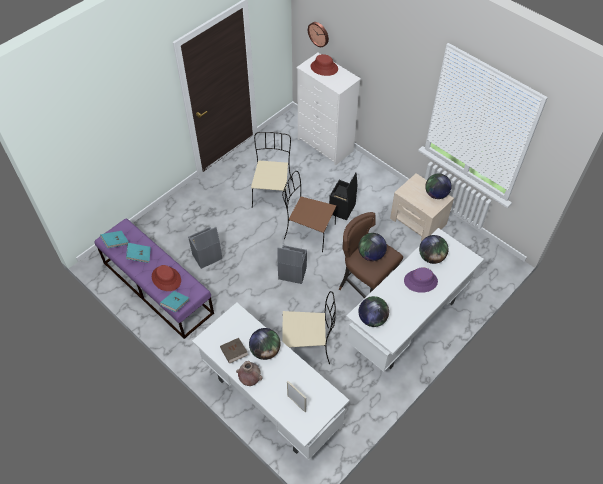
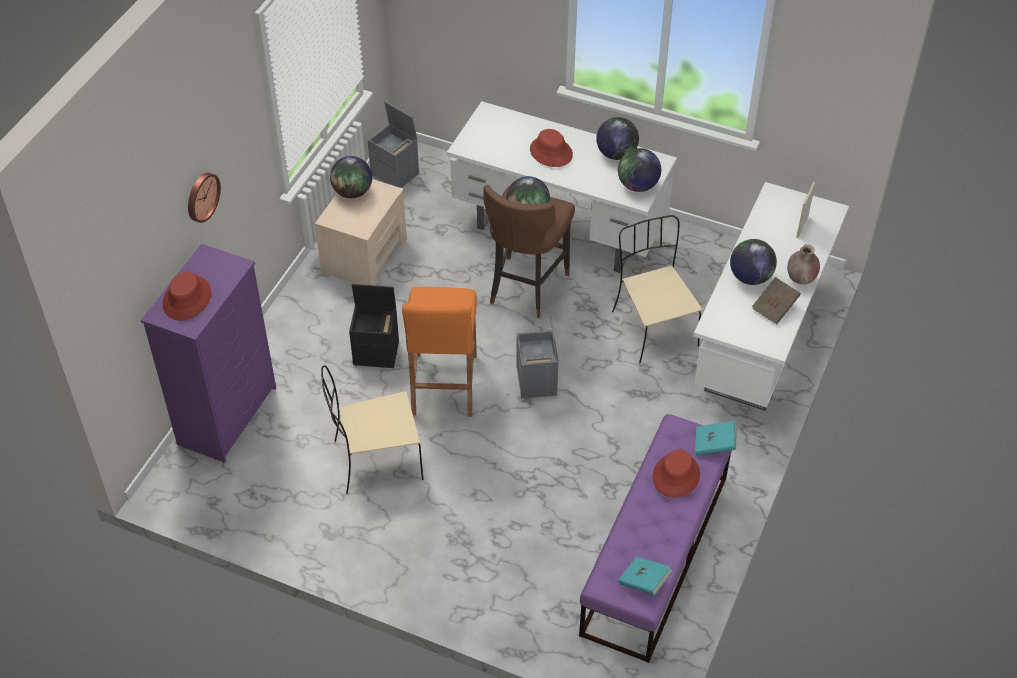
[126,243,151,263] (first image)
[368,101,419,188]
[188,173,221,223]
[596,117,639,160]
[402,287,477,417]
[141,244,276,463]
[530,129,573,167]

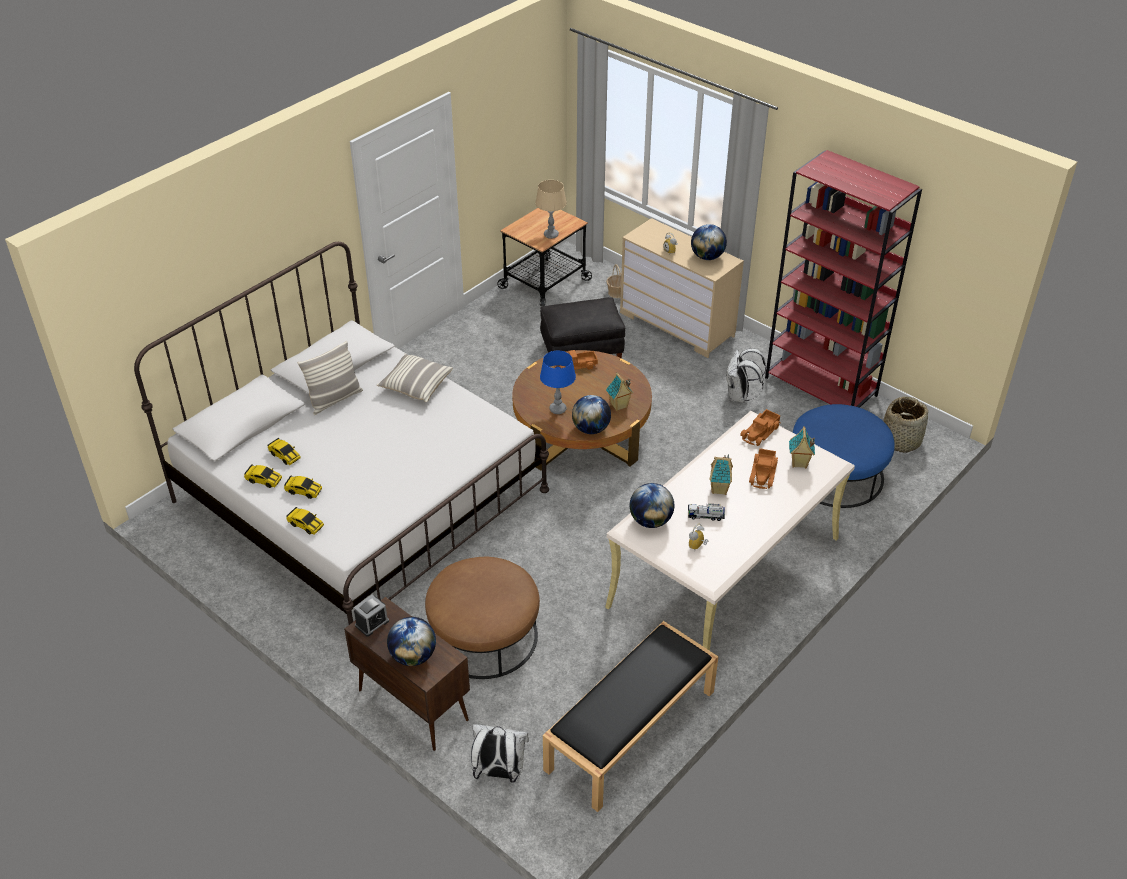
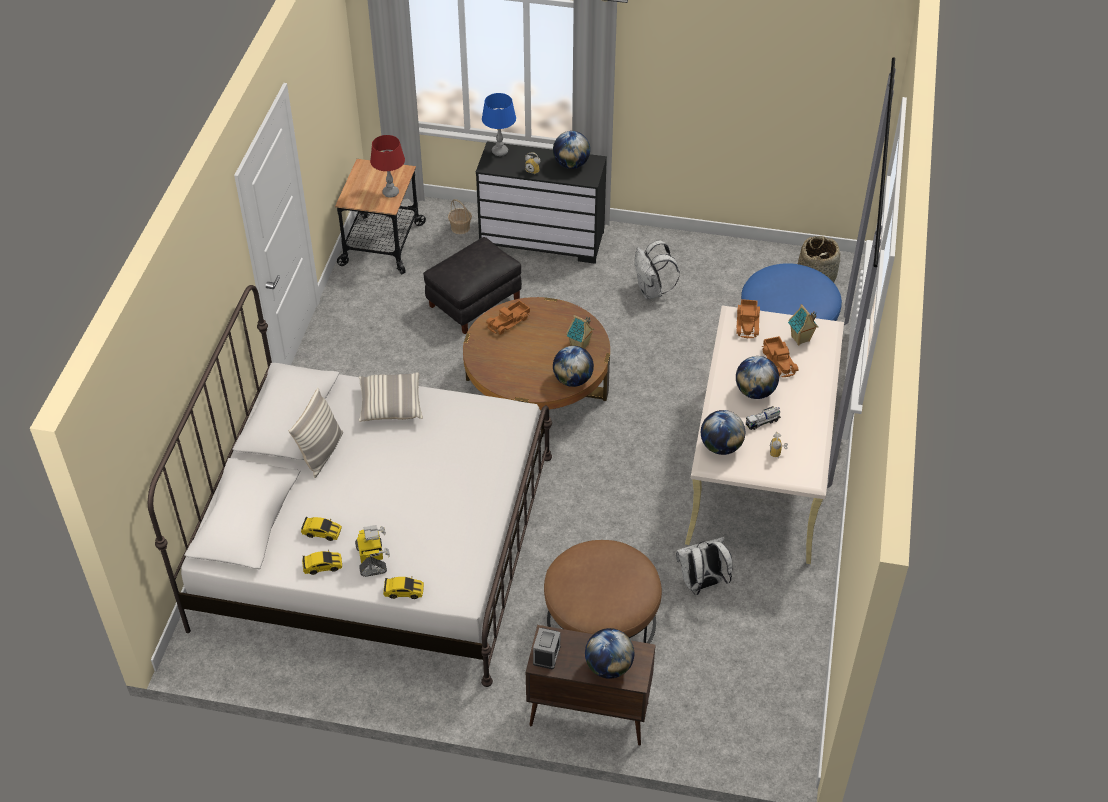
[543,621,719,812] (first image)
[765,150,922,408] (first image)
[676,537,733,595]
[482,93,516,156]
[355,525,390,577]
[736,356,779,399]
[370,135,405,198]
[476,141,607,264]

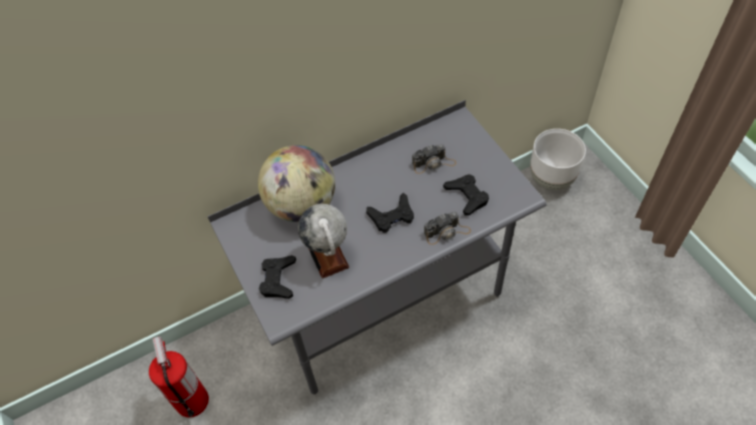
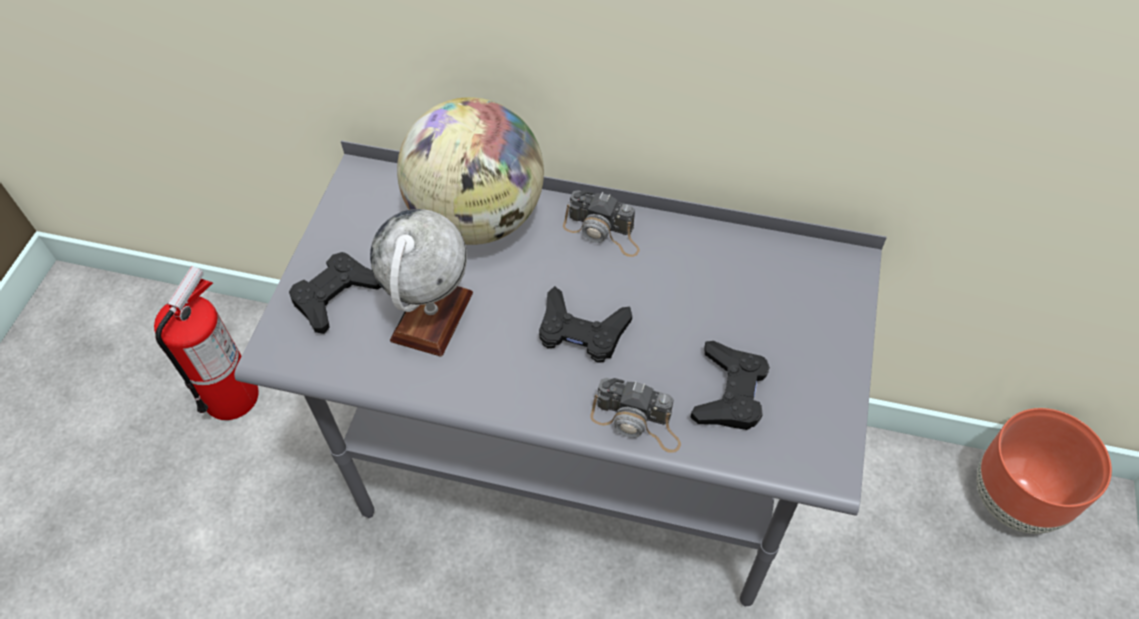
[563,190,640,257]
[977,408,1112,534]

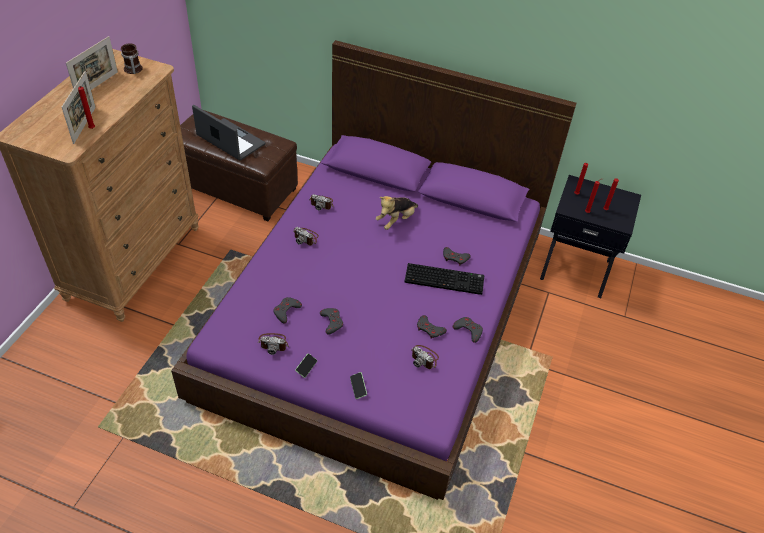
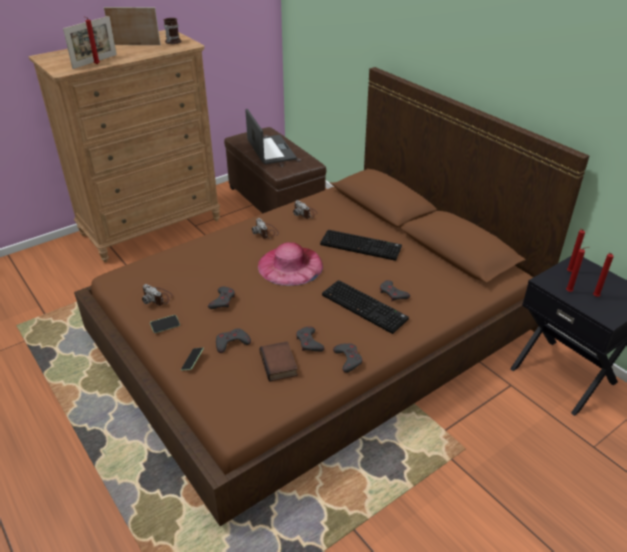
[258,242,323,286]
[216,329,251,353]
[320,230,402,261]
[259,341,298,382]
[74,67,589,526]
[104,7,161,45]

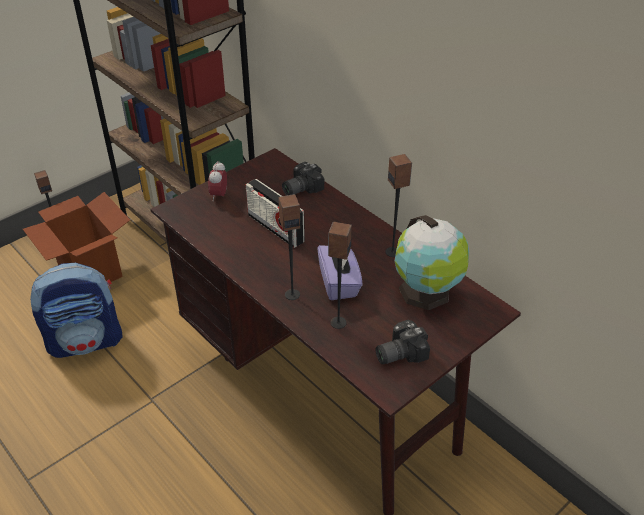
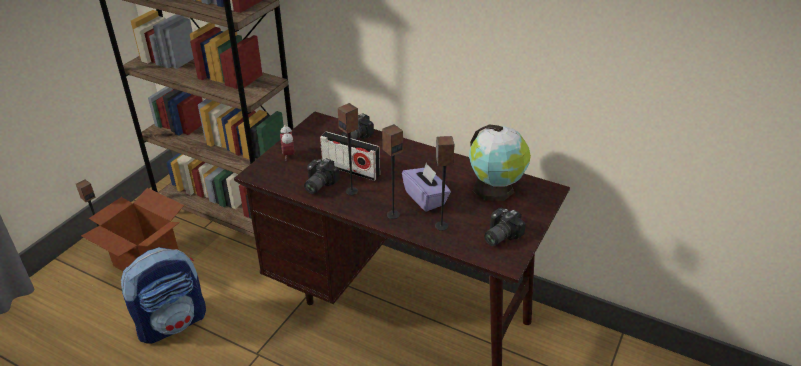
[304,158,340,194]
[338,103,359,195]

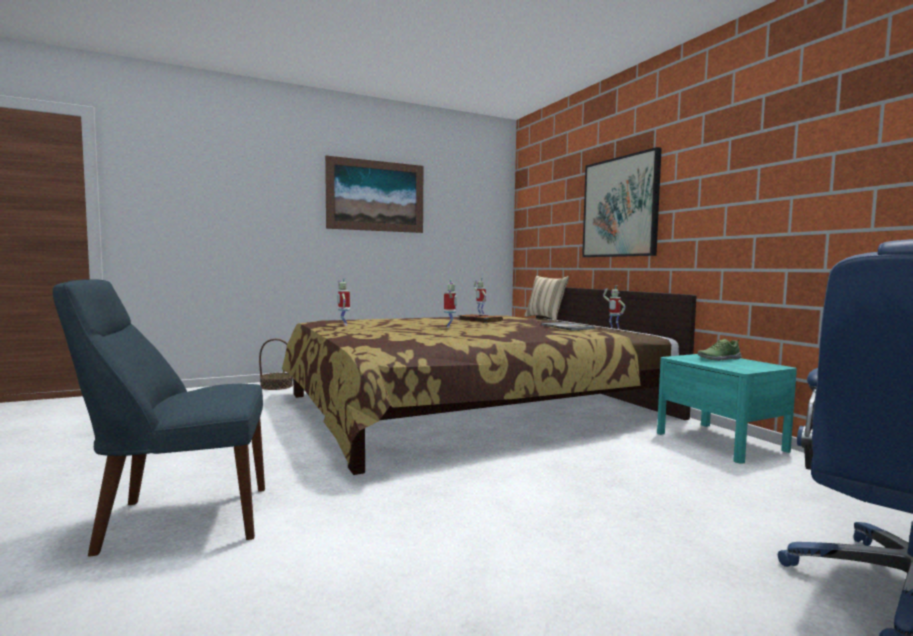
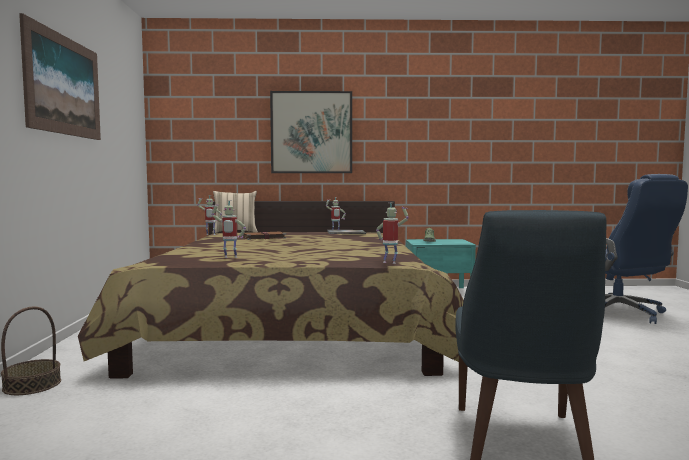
[376,202,409,264]

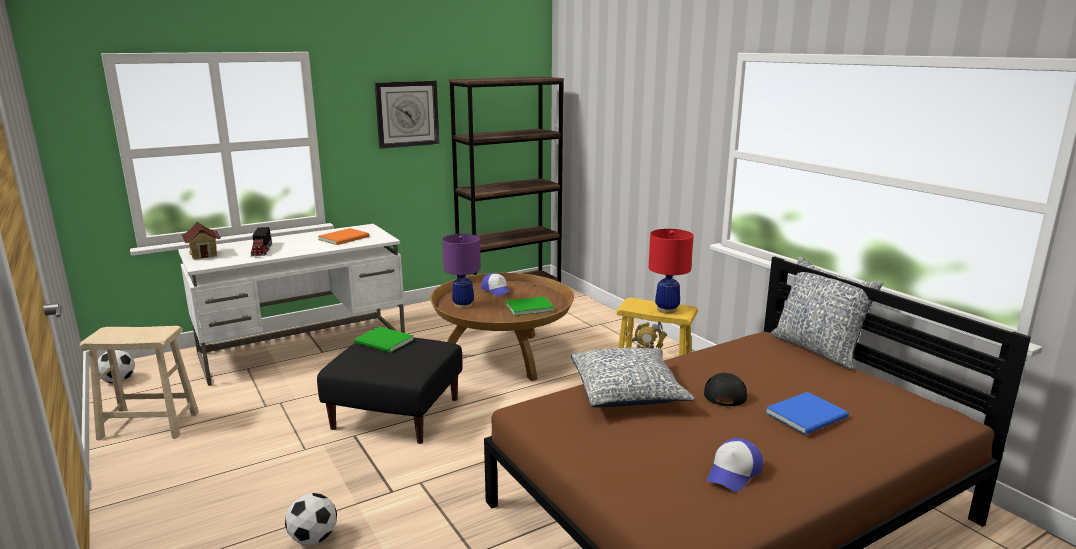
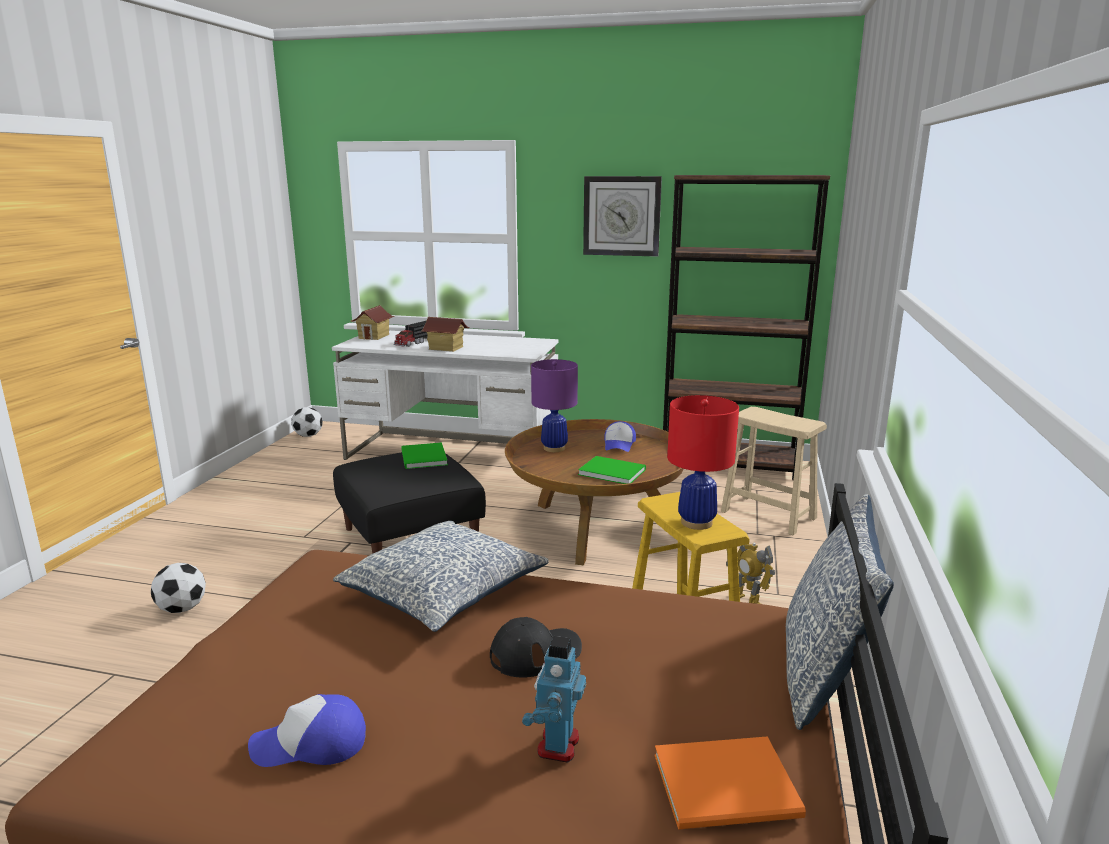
[422,317,469,352]
[721,407,827,535]
[655,736,806,830]
[522,636,586,763]

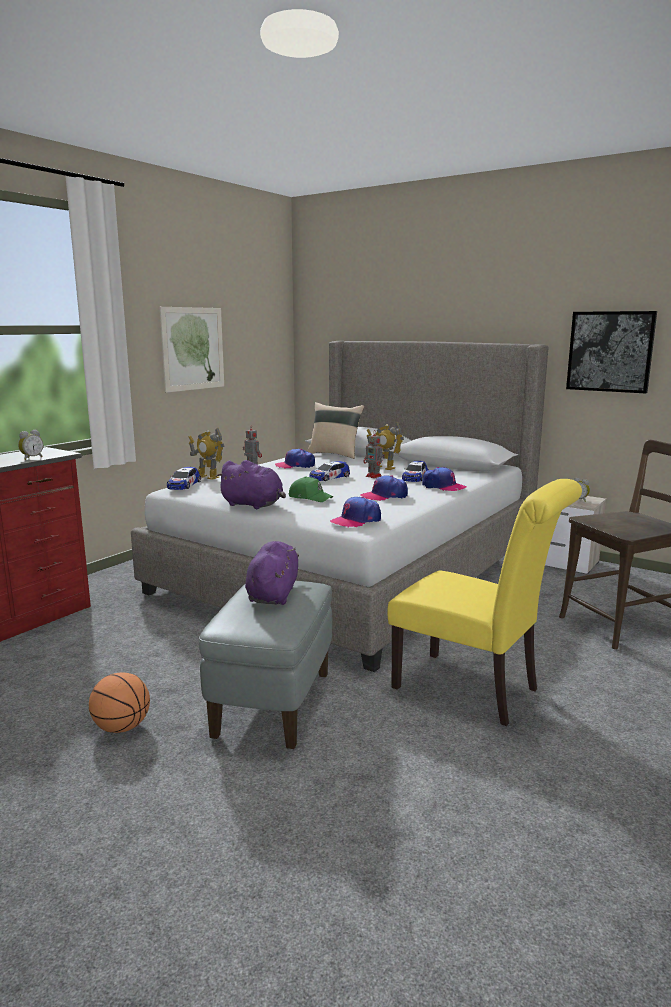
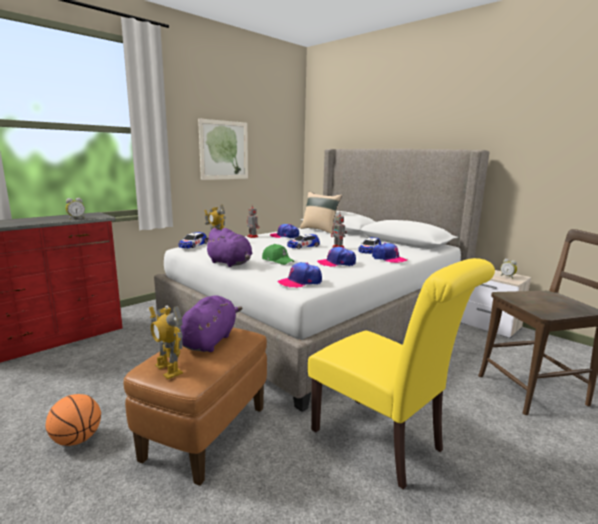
[566,311,657,393] (first image)
[149,306,183,379]
[123,328,267,486]

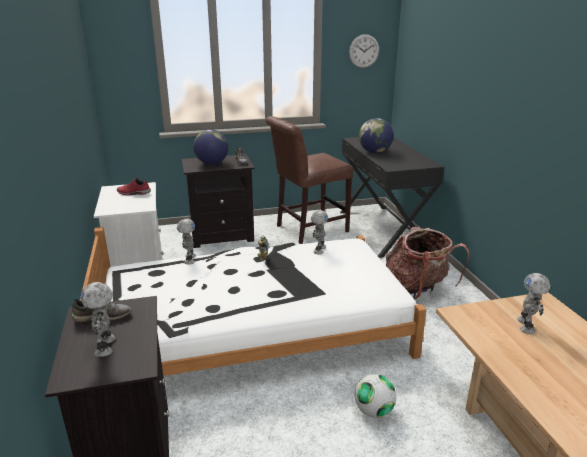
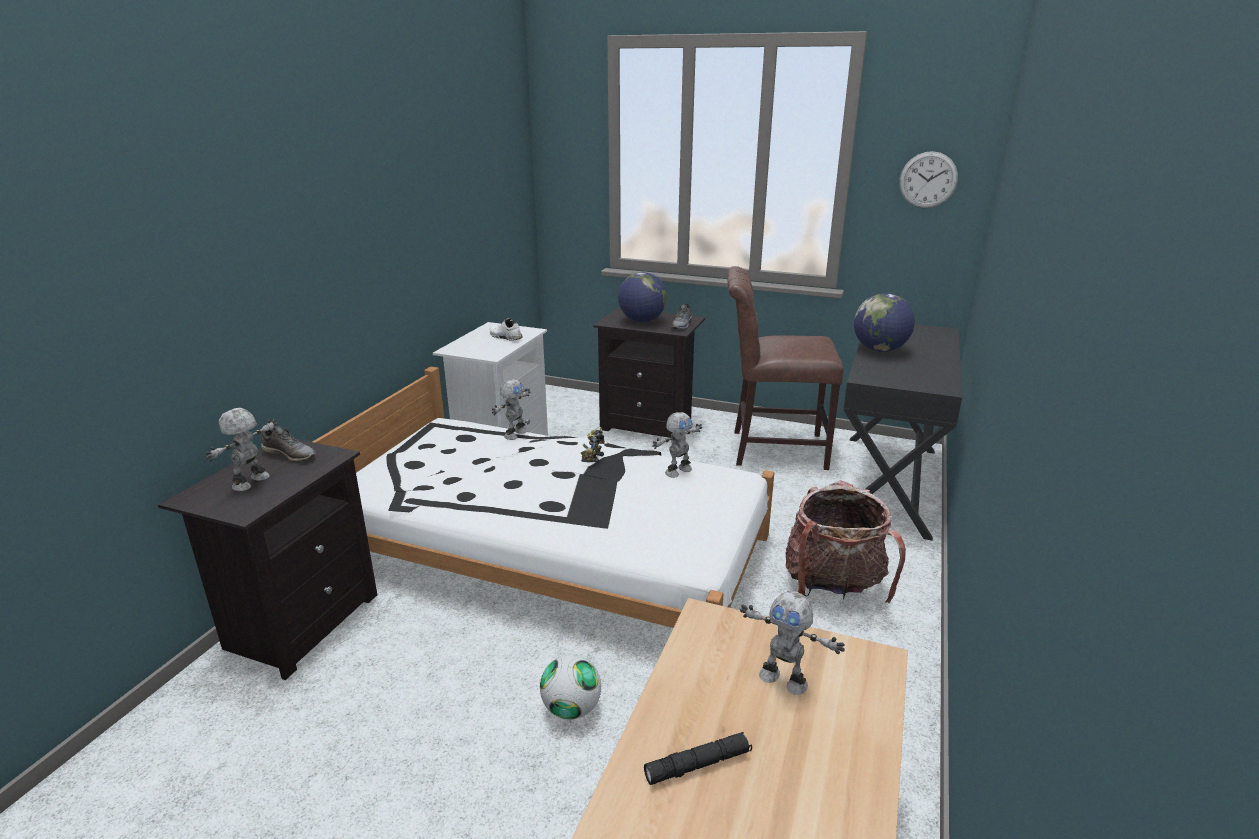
[644,732,752,785]
[489,318,522,341]
[740,591,845,695]

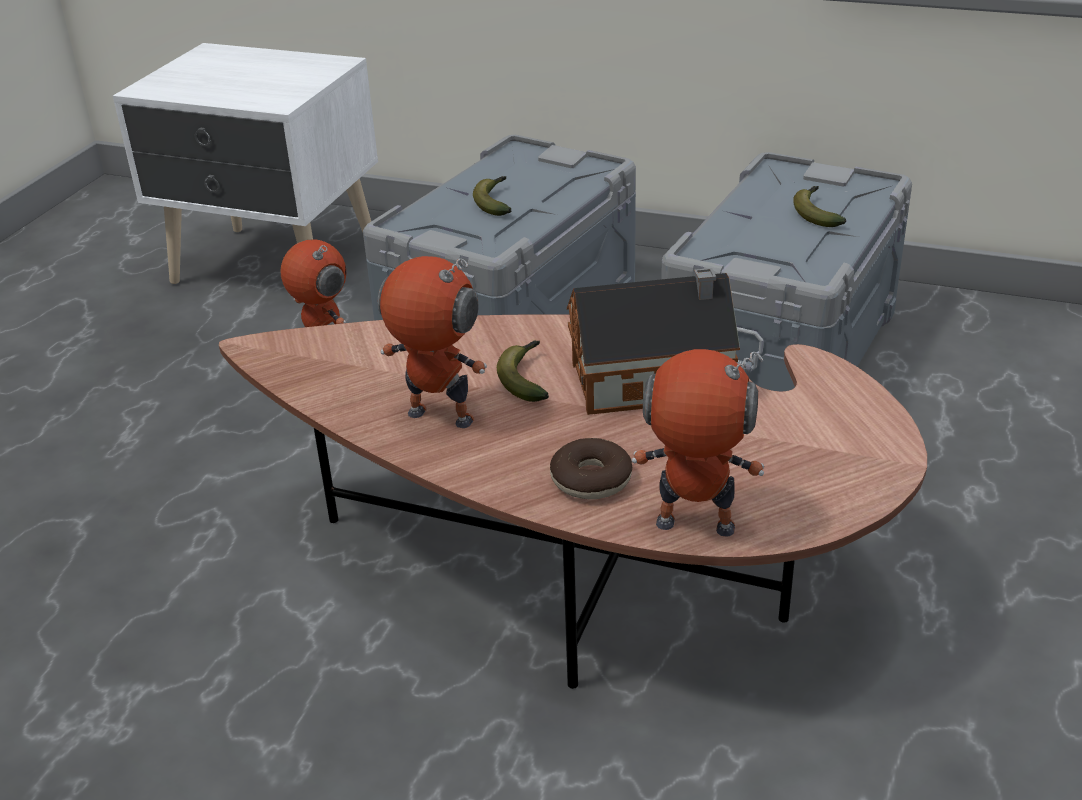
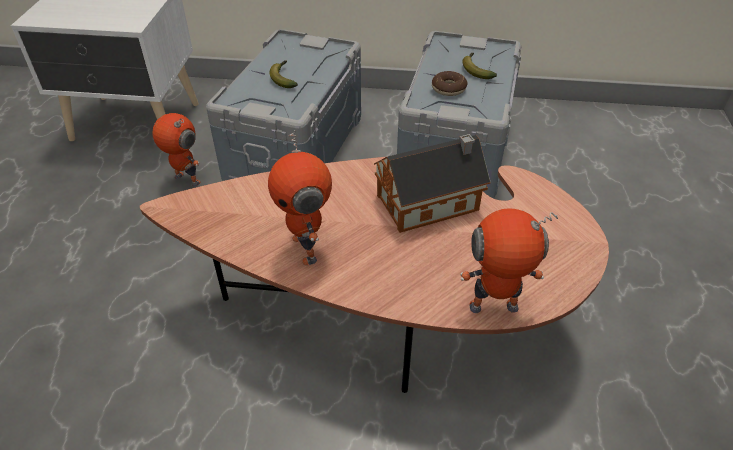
[497,341,549,402] (first image)
[432,71,467,96]
[268,130,332,265]

